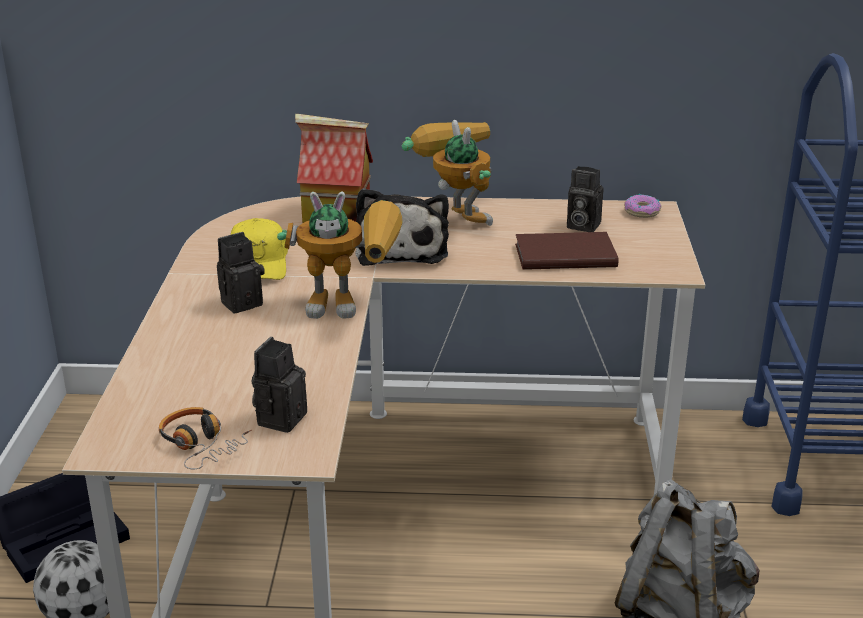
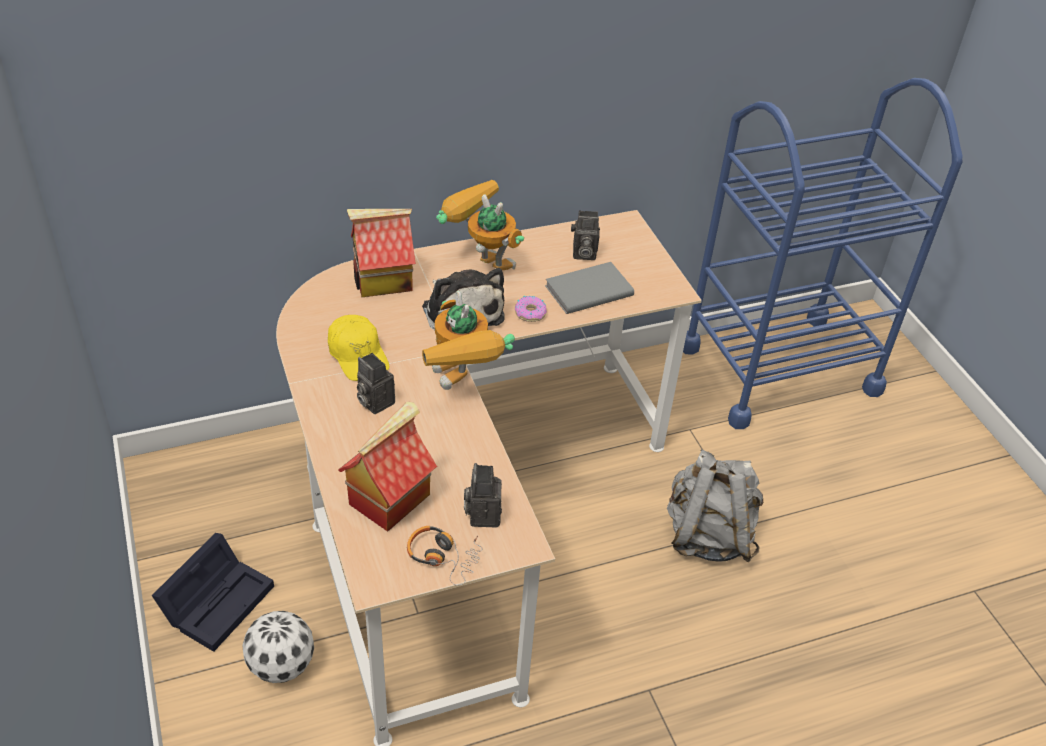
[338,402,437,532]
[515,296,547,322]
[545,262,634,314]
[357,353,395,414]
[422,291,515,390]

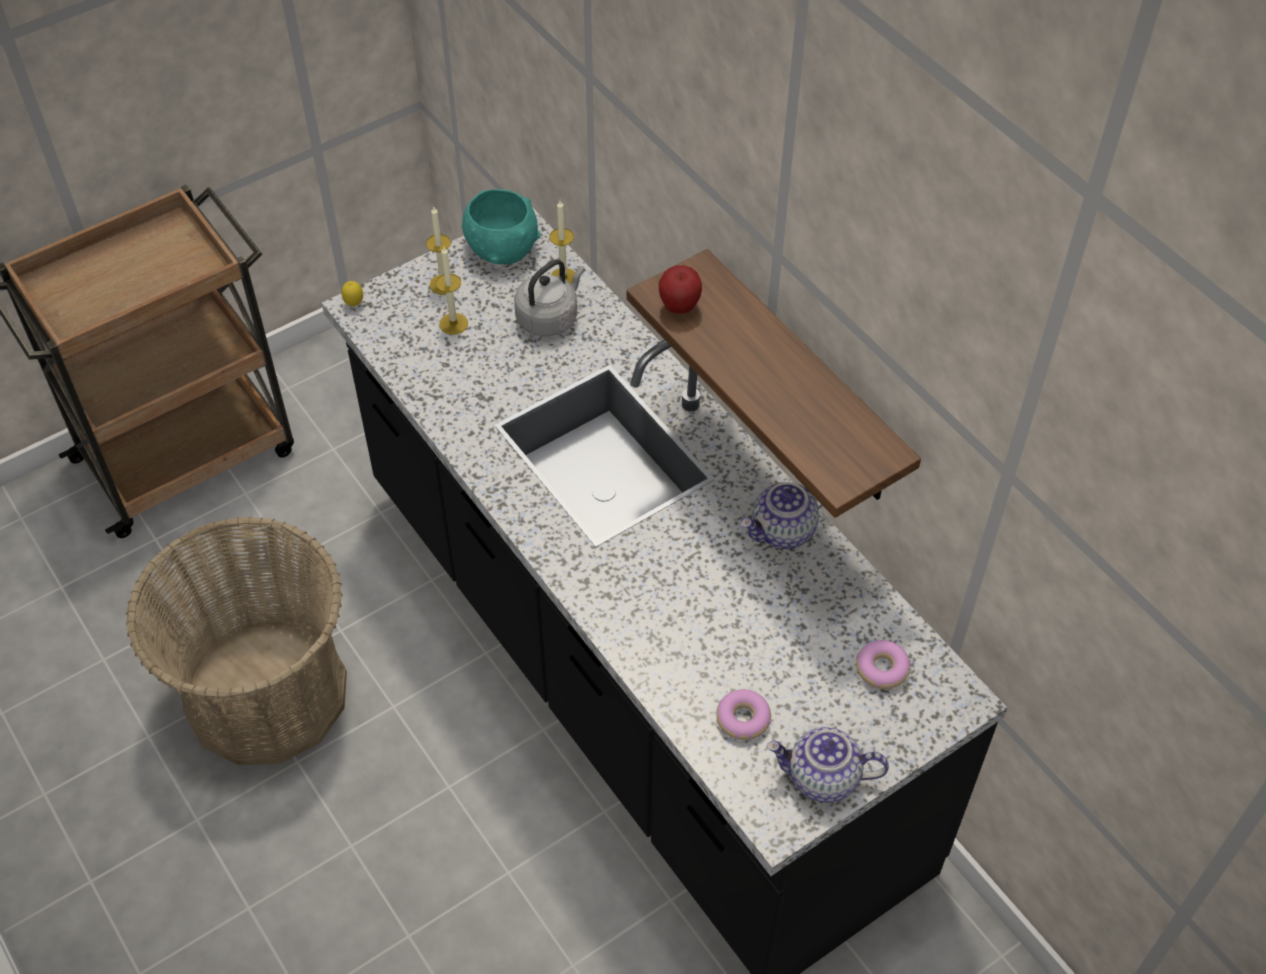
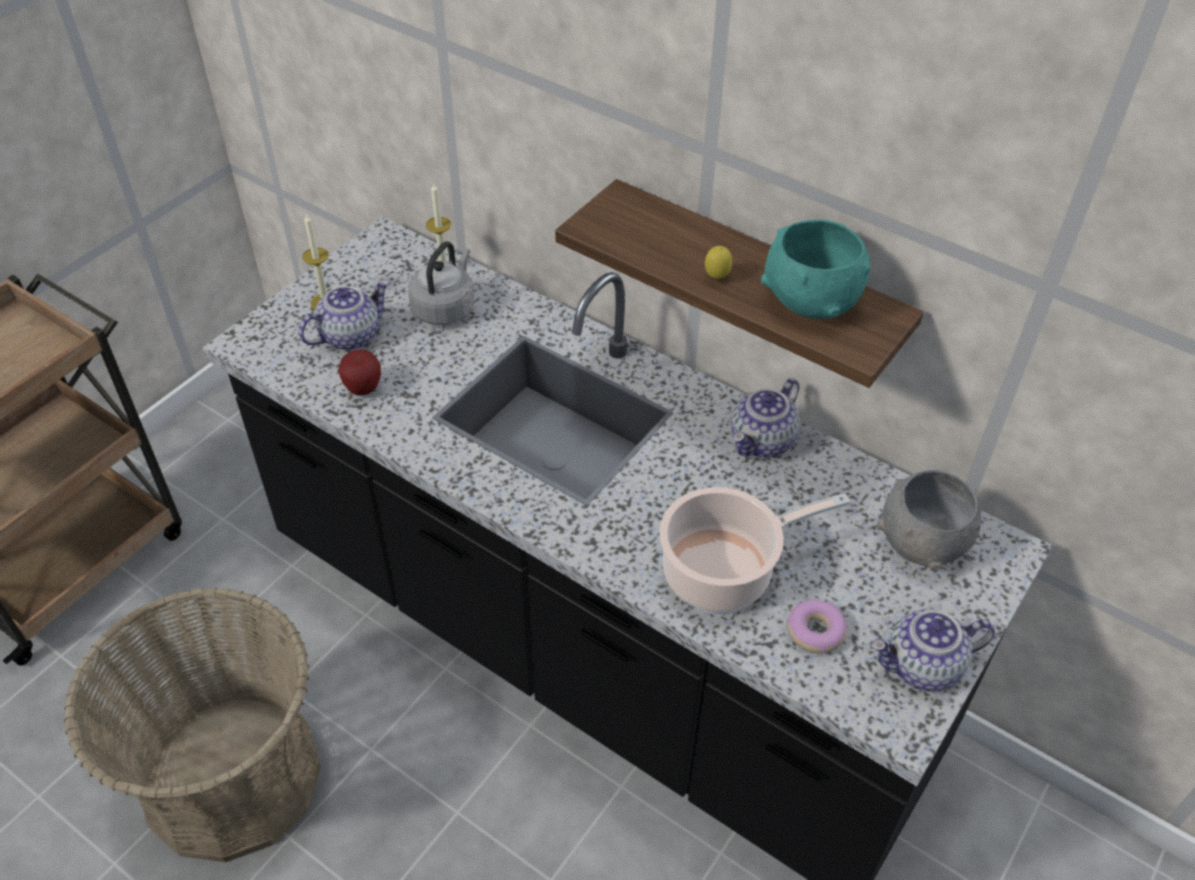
[659,487,851,612]
[705,246,732,279]
[761,219,870,319]
[338,350,381,395]
[298,280,390,350]
[877,470,981,570]

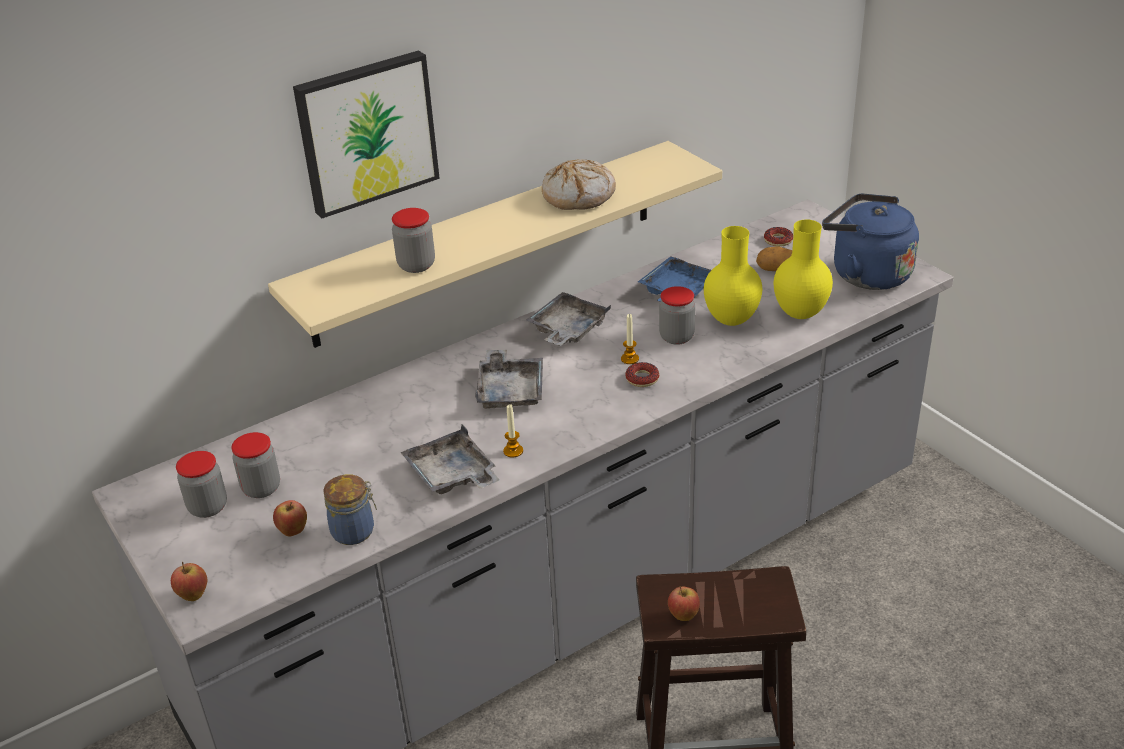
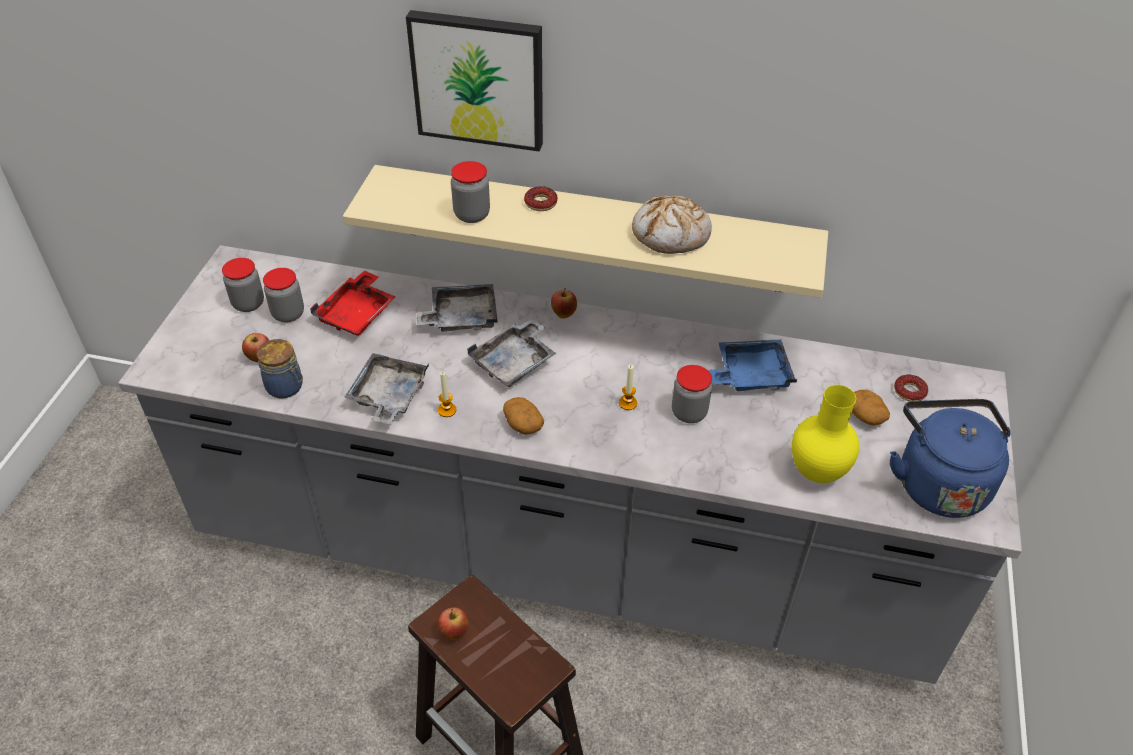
[704,226,762,326] (first image)
[310,270,396,336]
[503,397,544,435]
[551,288,577,319]
[416,284,498,332]
[524,186,558,211]

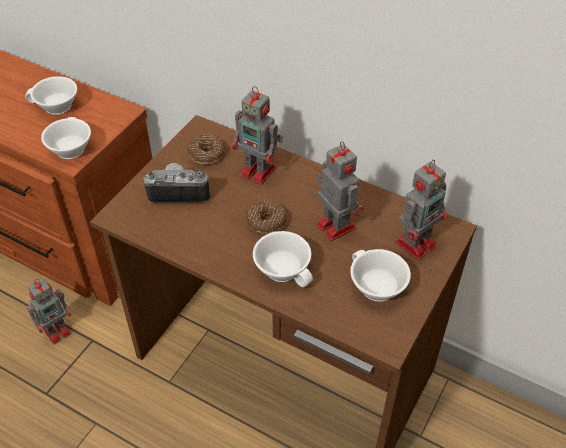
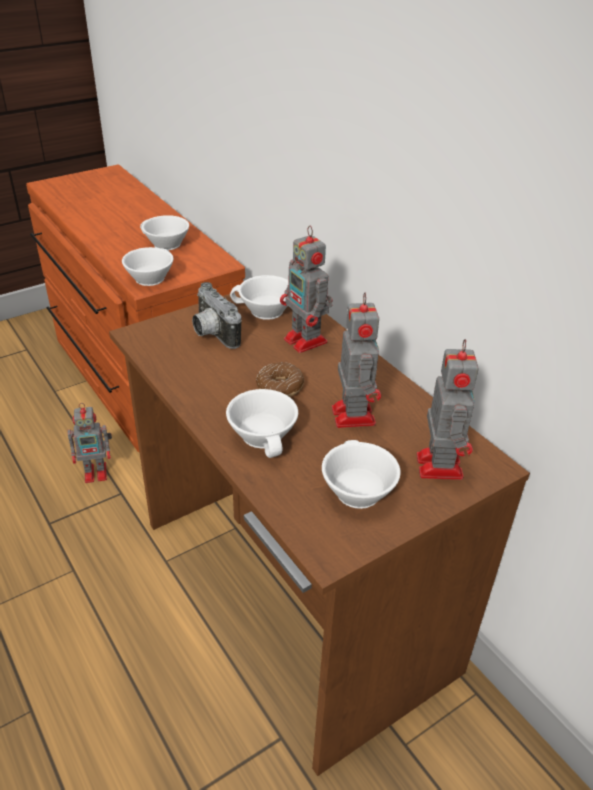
[230,275,289,320]
[192,282,241,349]
[417,339,479,480]

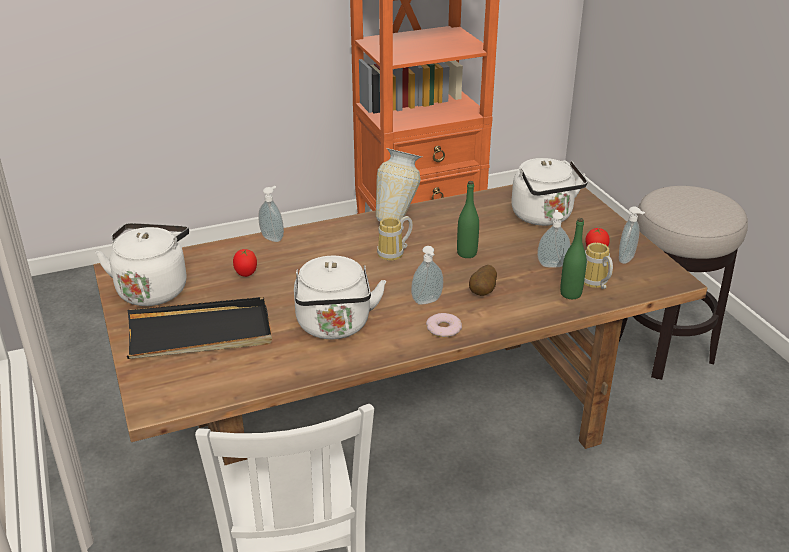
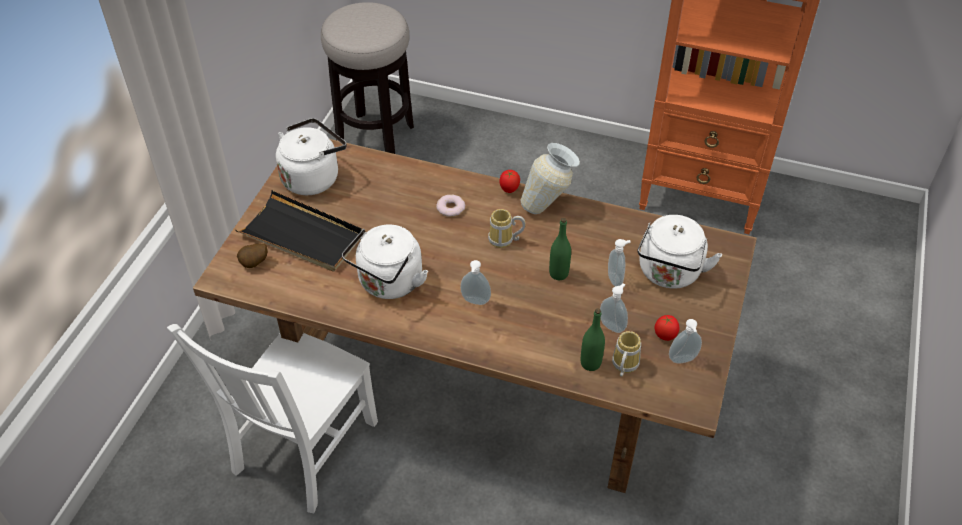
[500,170,520,193]
[608,239,631,286]
[436,195,465,217]
[237,243,268,268]
[321,2,414,154]

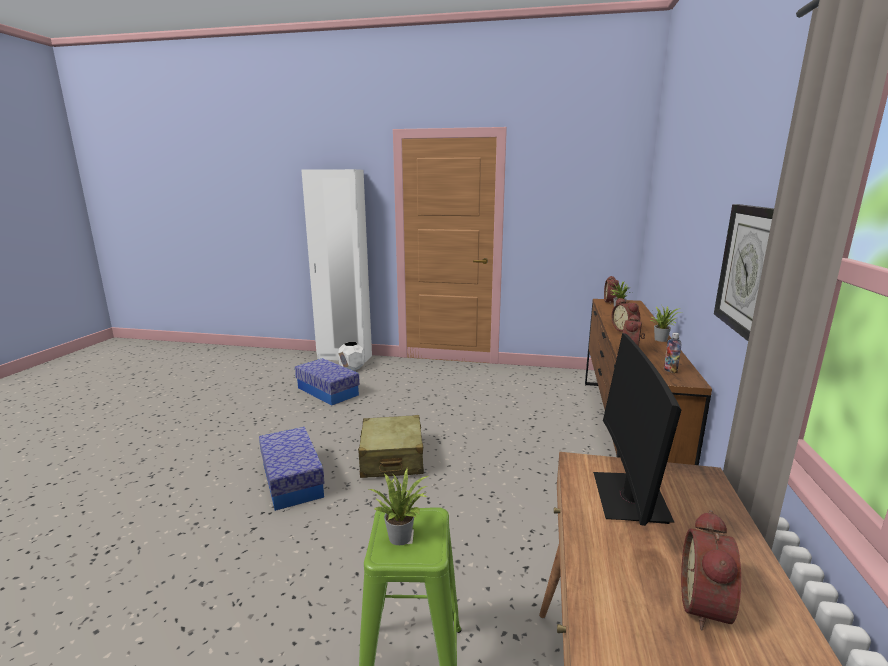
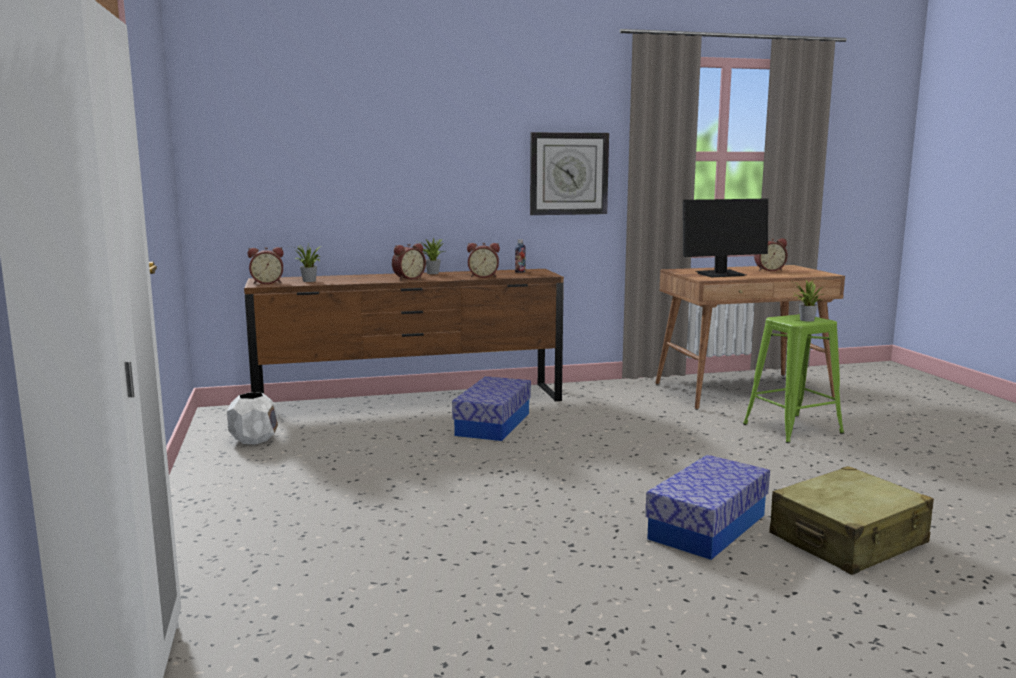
[452,376,531,441]
[227,392,278,444]
[769,466,934,575]

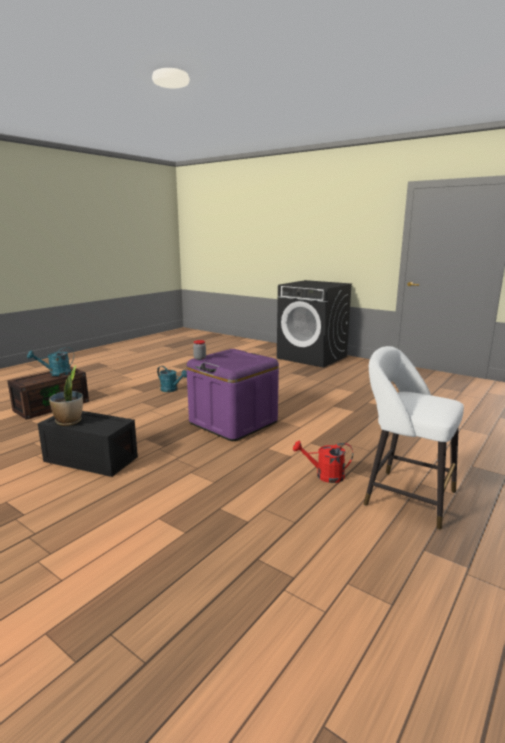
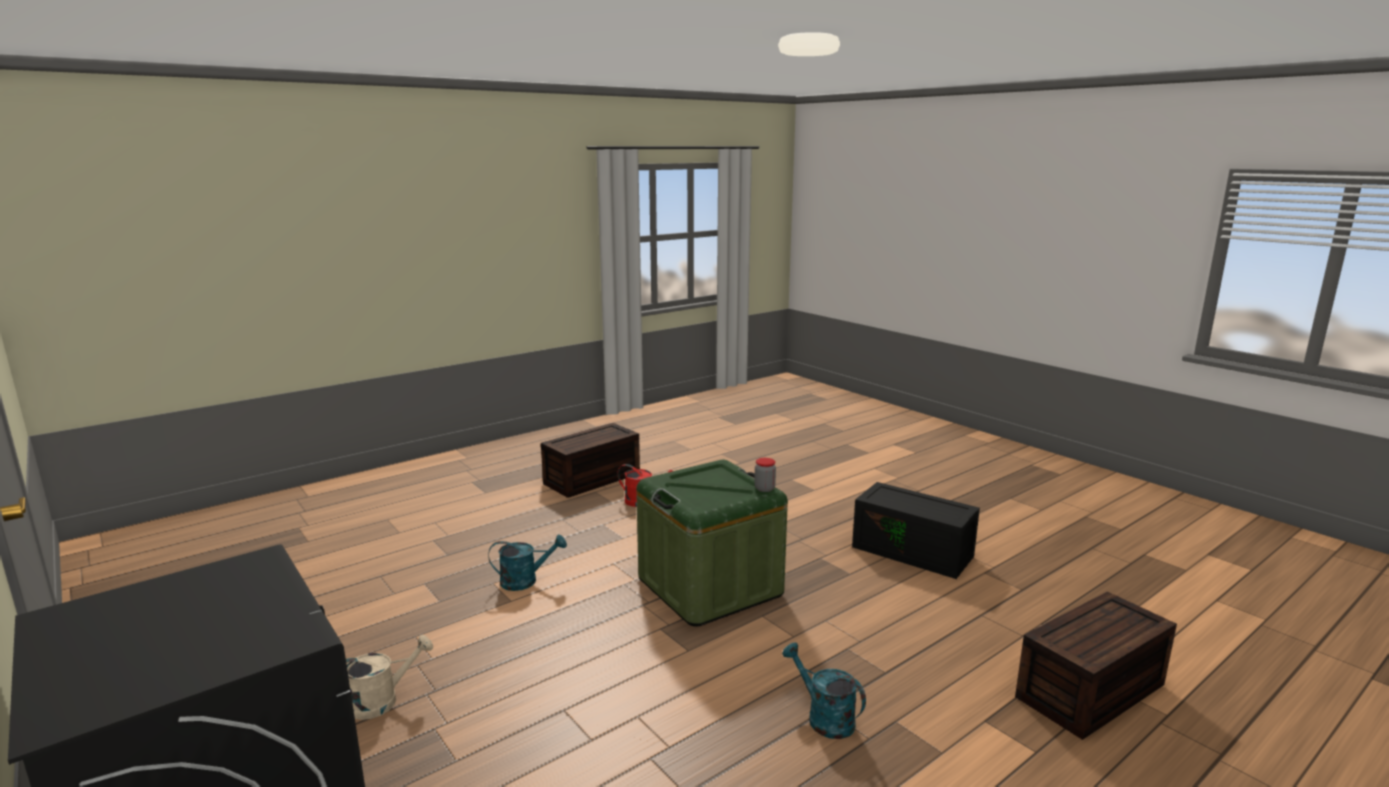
[49,365,83,426] (first image)
[346,635,433,720]
[488,535,567,591]
[541,423,640,498]
[636,459,788,627]

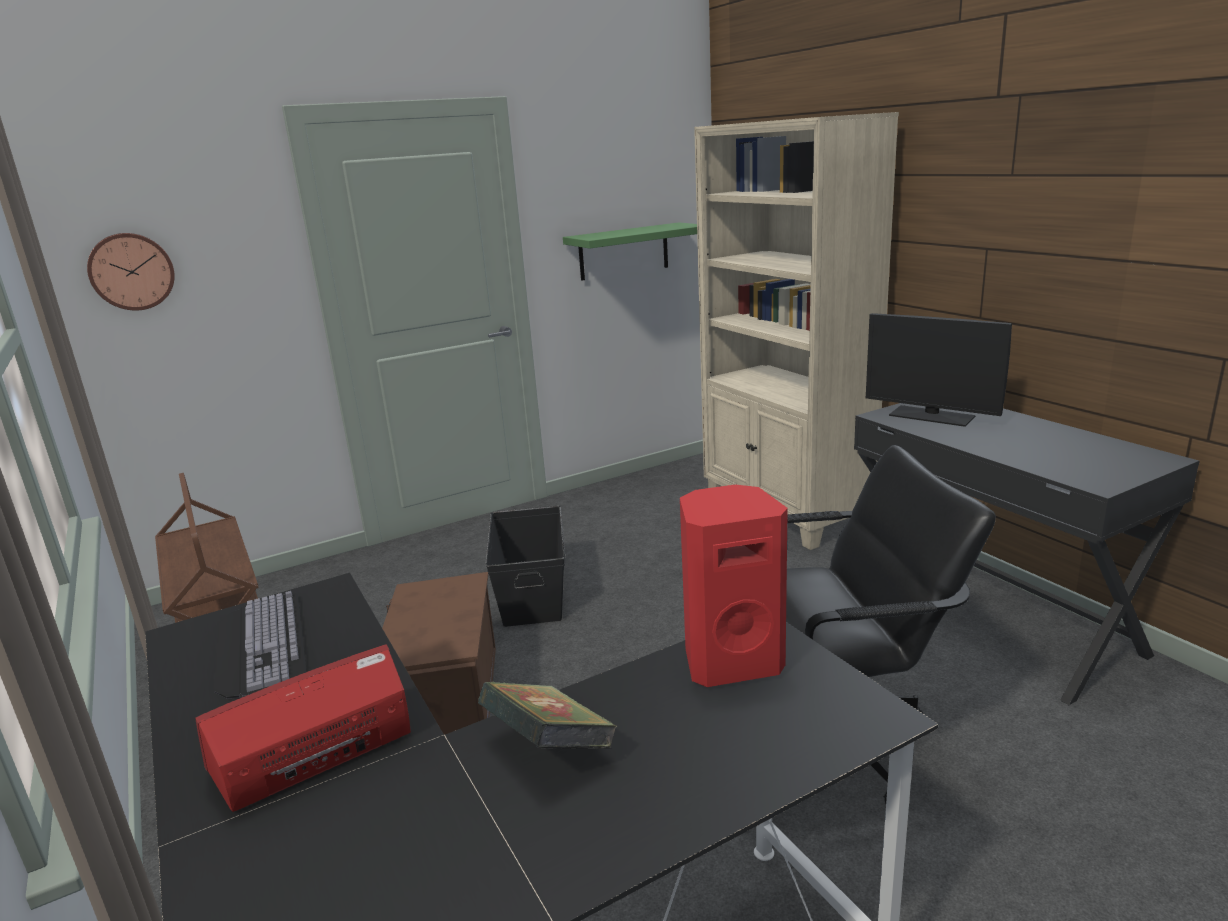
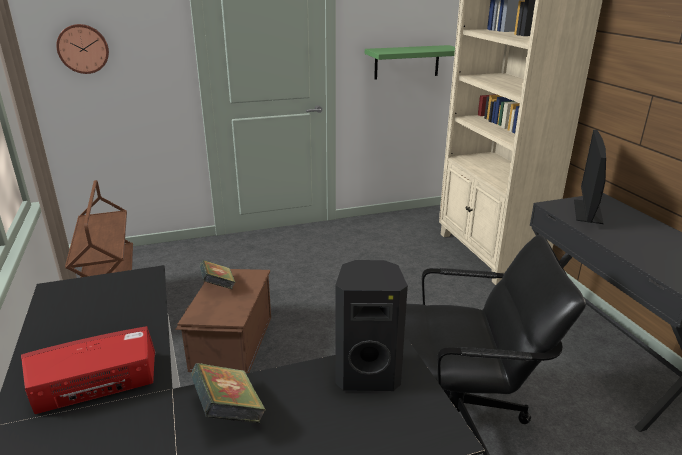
[214,591,307,699] (first image)
[485,506,565,627] (first image)
[200,260,236,289]
[335,260,408,391]
[574,130,606,224]

